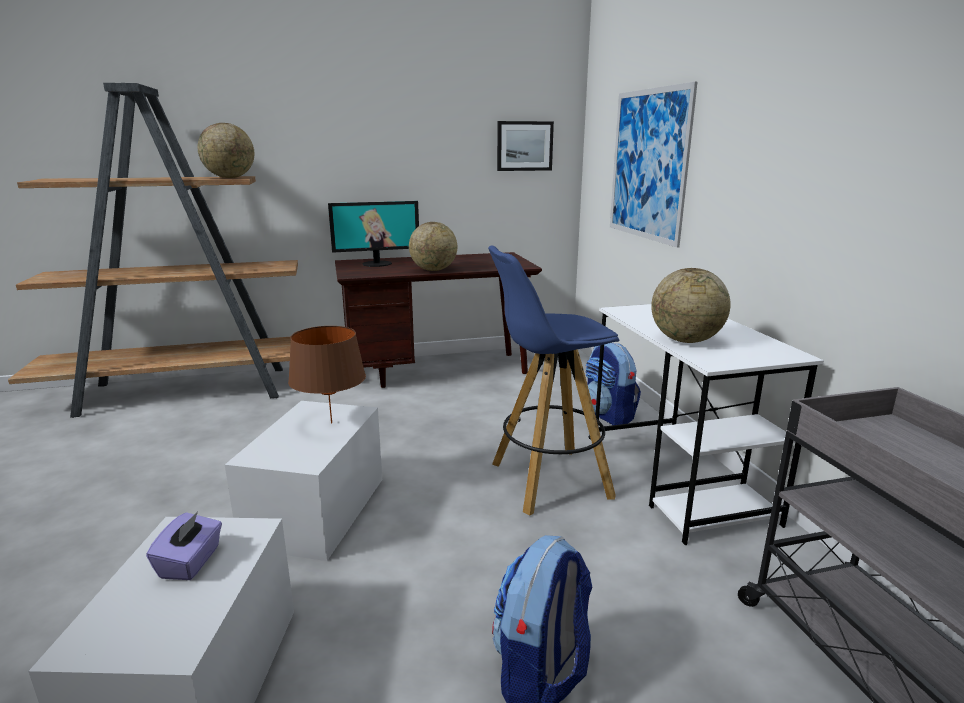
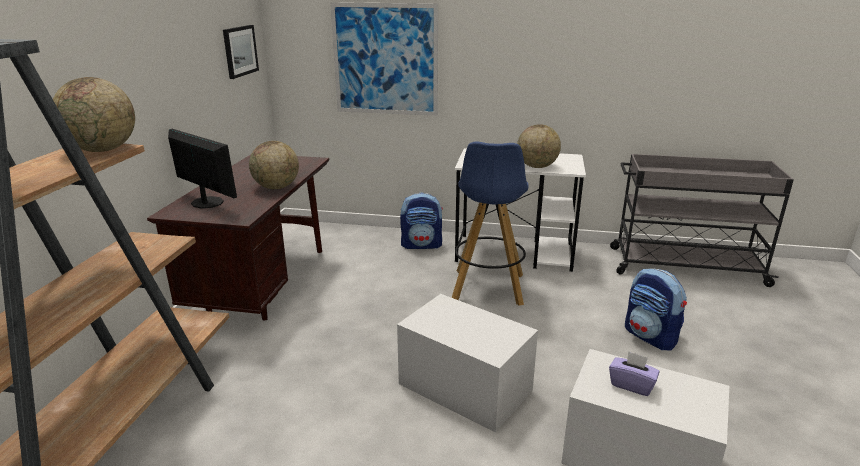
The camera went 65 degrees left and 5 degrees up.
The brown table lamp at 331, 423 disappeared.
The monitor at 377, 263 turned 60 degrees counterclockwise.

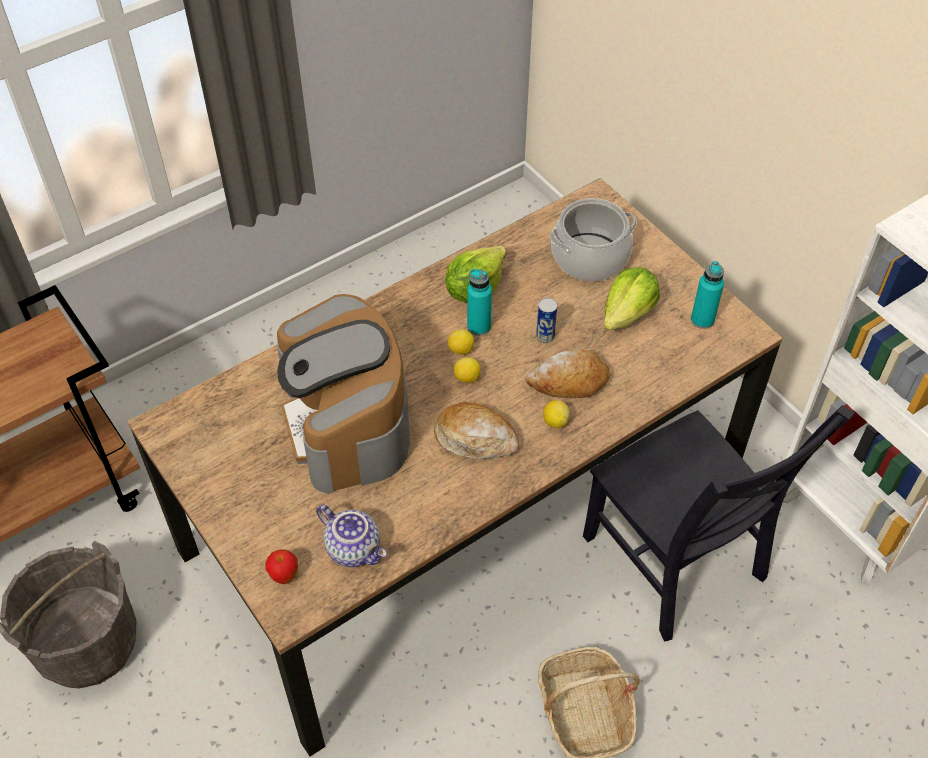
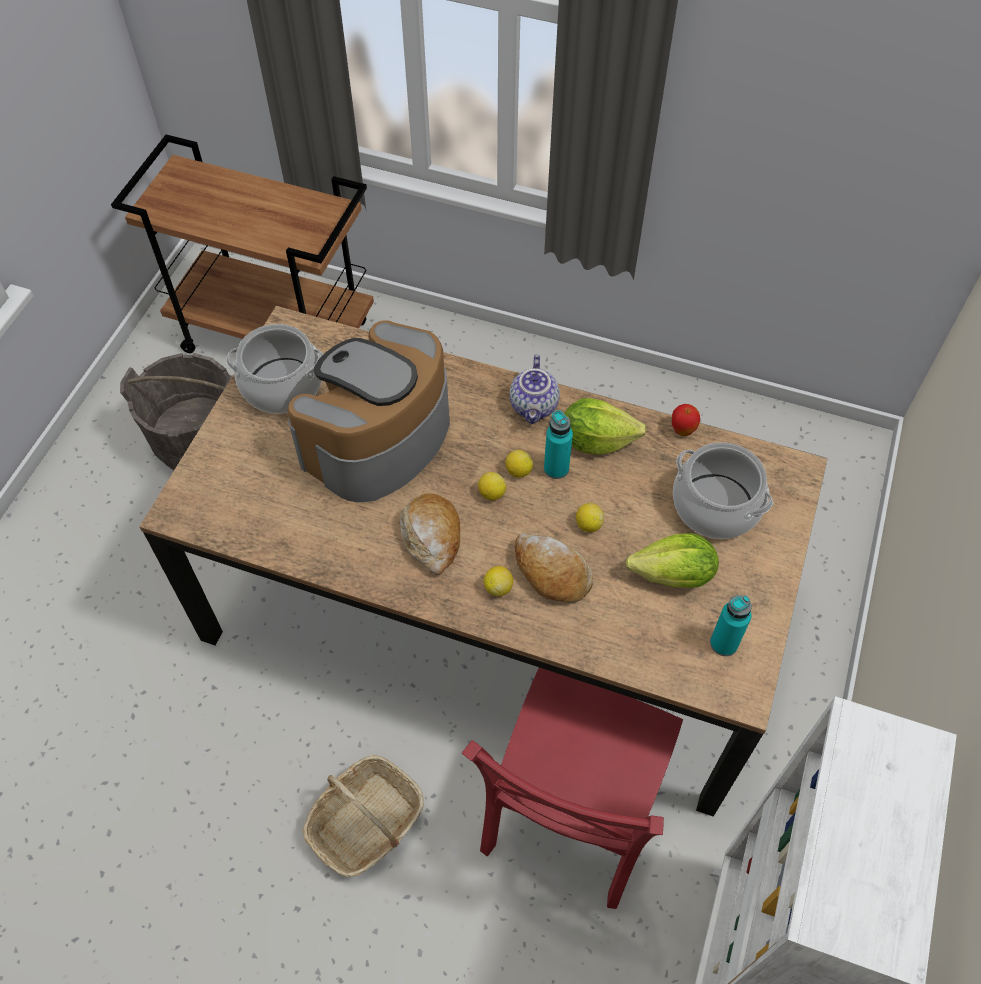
The camera went 55 degrees right and 5 degrees up.
The cooking pot at 282, 386 appeared.
The apple moved from 284, 576 to 682, 430.
The teapot moved from 355, 548 to 535, 406.
The can at 545, 336 was replaced by the lemon at 588, 524.
The black chair at 677, 564 became the red chair at 569, 817.

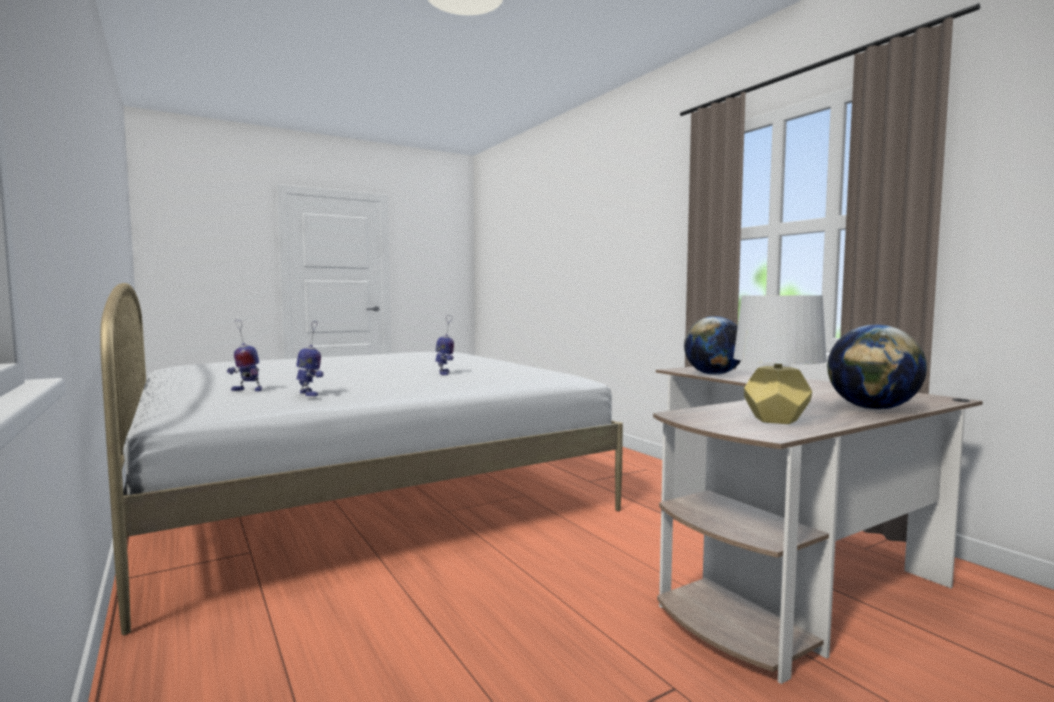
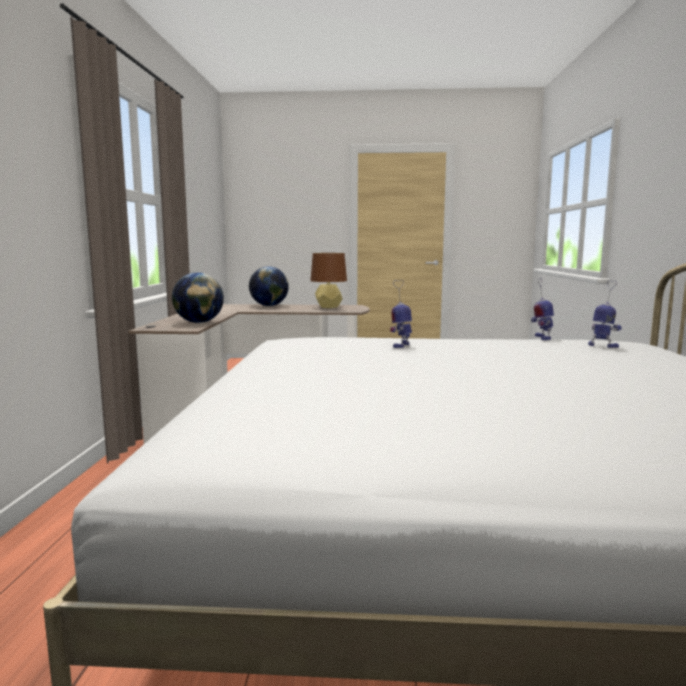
The camera went 145 degrees left and 5 degrees up.
The grey table lamp at 775, 420 became the brown table lamp at 328, 307.

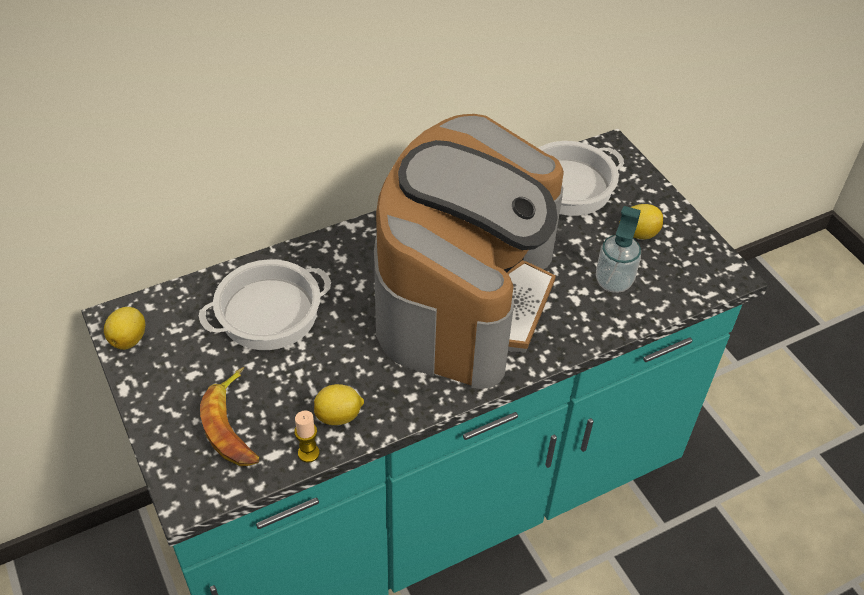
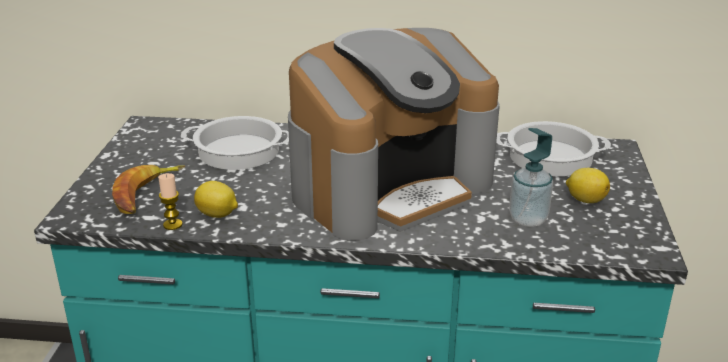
The camera went 35 degrees right and 20 degrees down.
The lemon at 129, 339 disappeared.

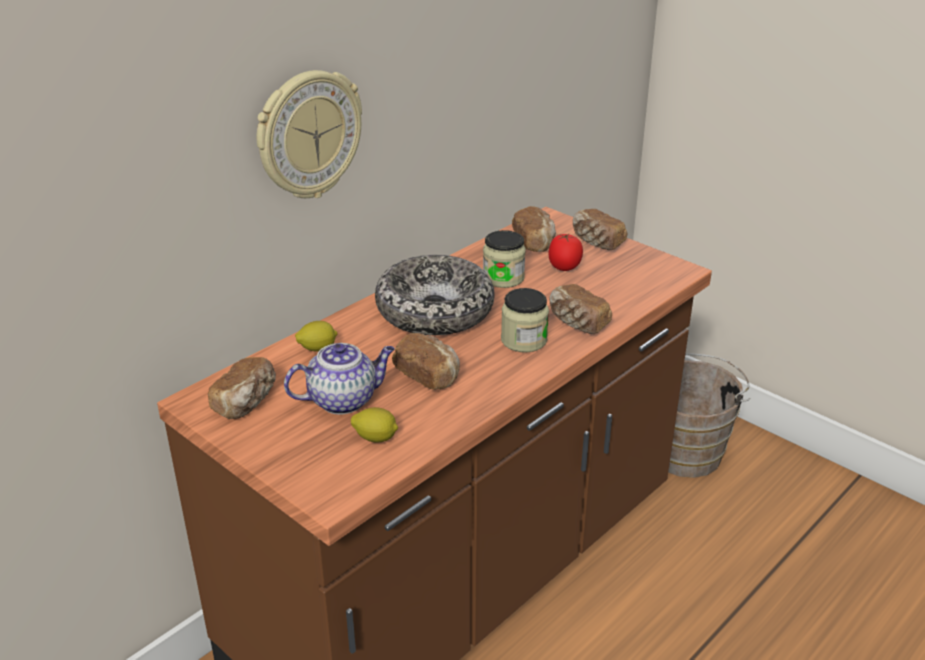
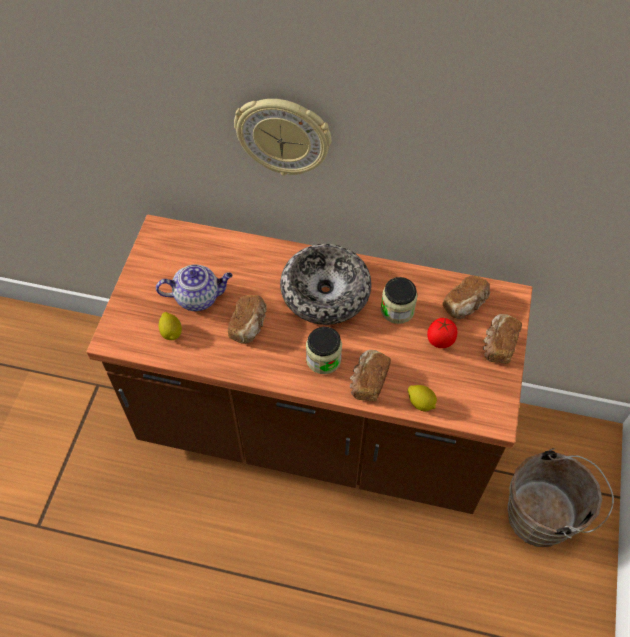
The camera went 60 degrees right and 25 degrees up.
The bread at 247, 402 disappeared.
The lemon moved from 317, 349 to 421, 403.
The teapot at 344, 400 turned 45 degrees counterclockwise.

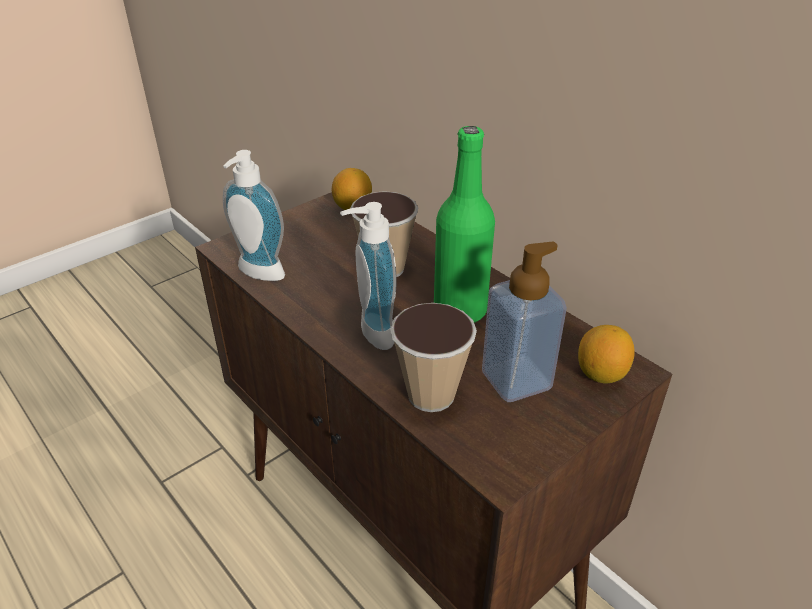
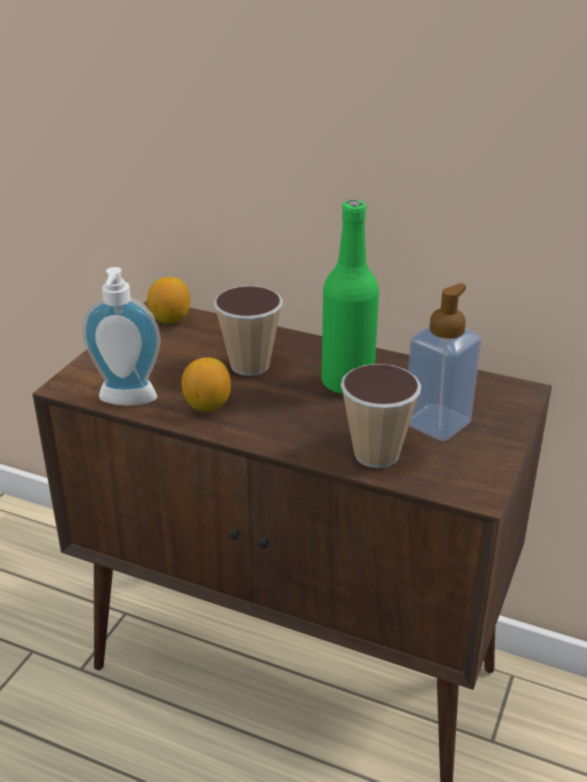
The camera went 25 degrees left and 5 degrees down.
The soap dispenser at 370, 333 disappeared.
The lemon moved from 601, 374 to 207, 405.

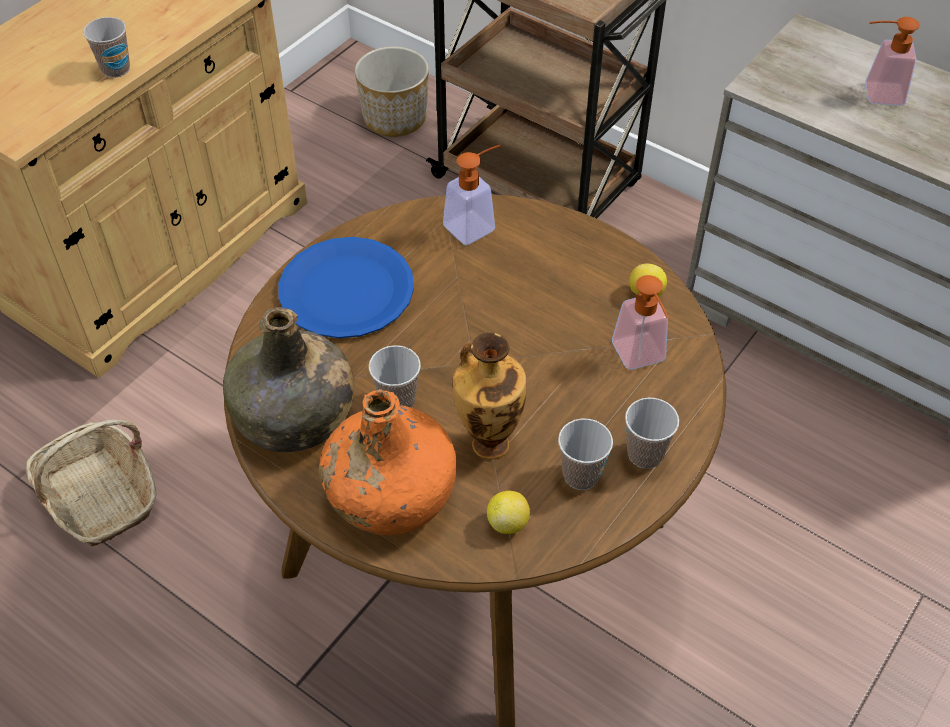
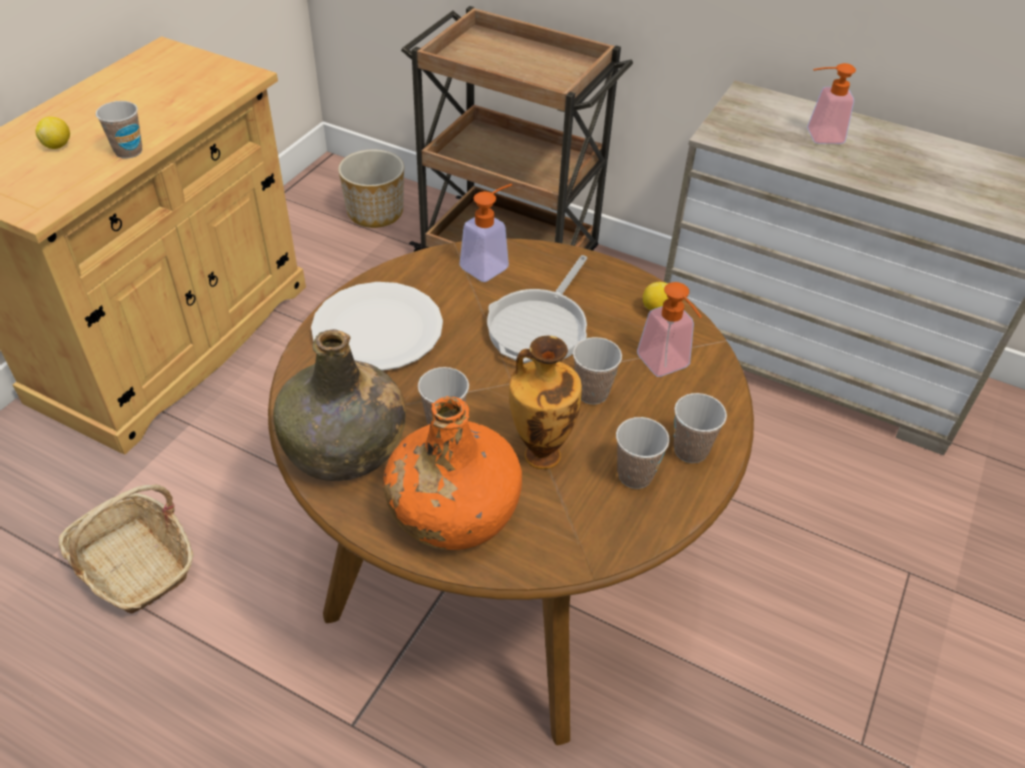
The camera went 10 degrees left and 5 degrees down.
The frying pan at 540, 327 appeared.
The cup at 592, 393 appeared.
The lemon moved from 508, 523 to 58, 145.
The blue plate at 346, 290 became the white plate at 377, 329.

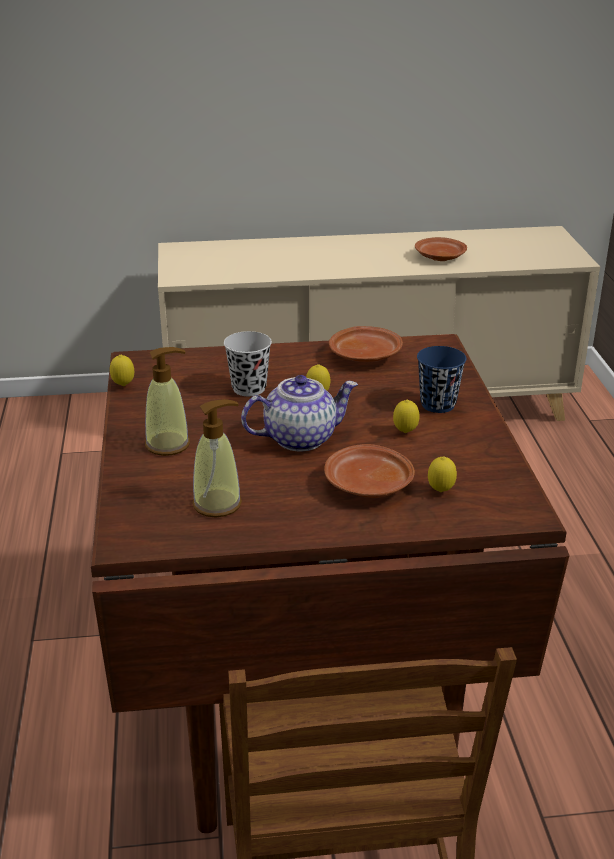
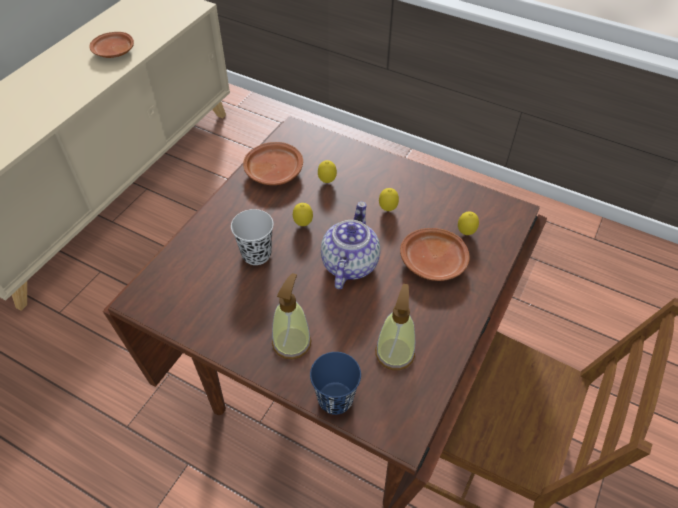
The camera went 55 degrees left and 20 degrees up.
The lemon moved from 123, 386 to 327, 181.
The blue cup moved from 438, 404 to 335, 399.

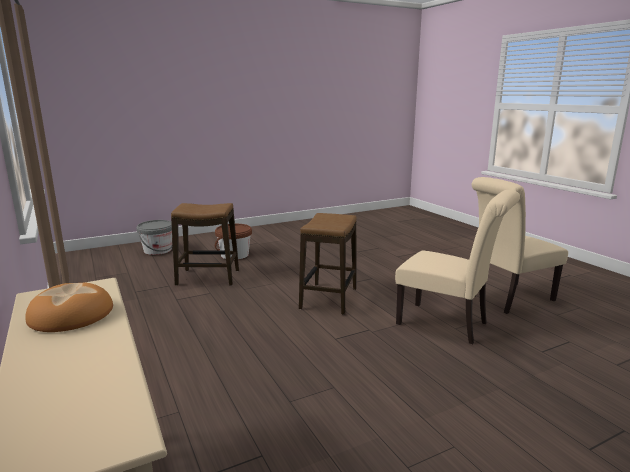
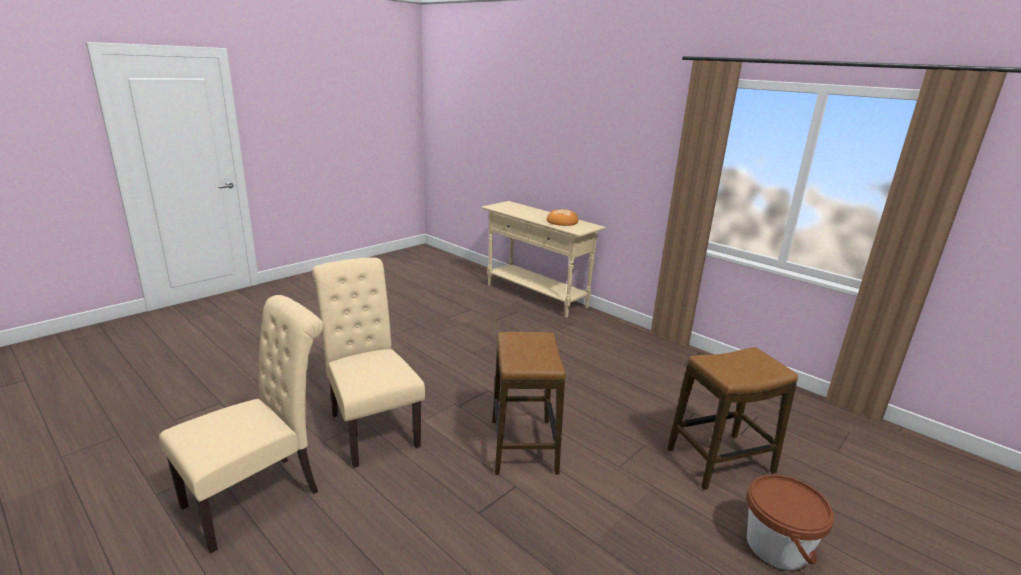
The camera went 160 degrees right and 5 degrees up.
The grey bucket at 158, 250 disappeared.
The beige chair at 447, 324 turned 45 degrees clockwise.

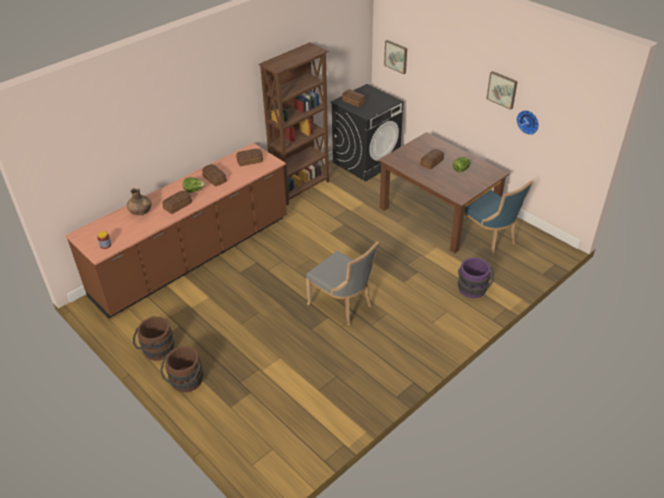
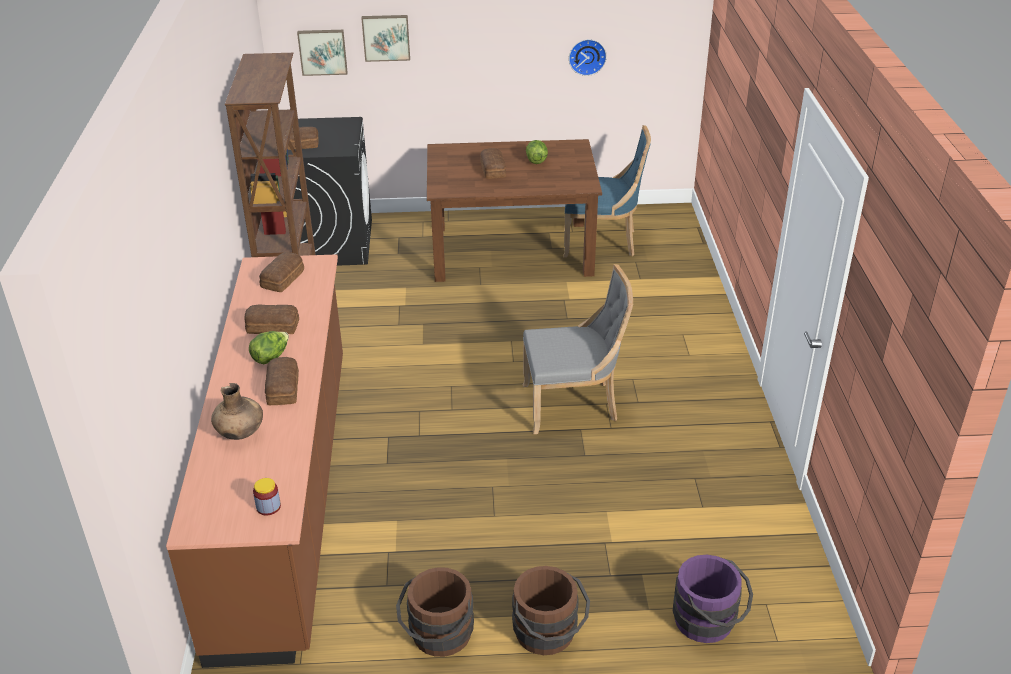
The camera went 50 degrees left and 5 degrees down.
The purple bucket moved from 472, 290 to 709, 622.
The picture moved from 502, 89 to 386, 37.

